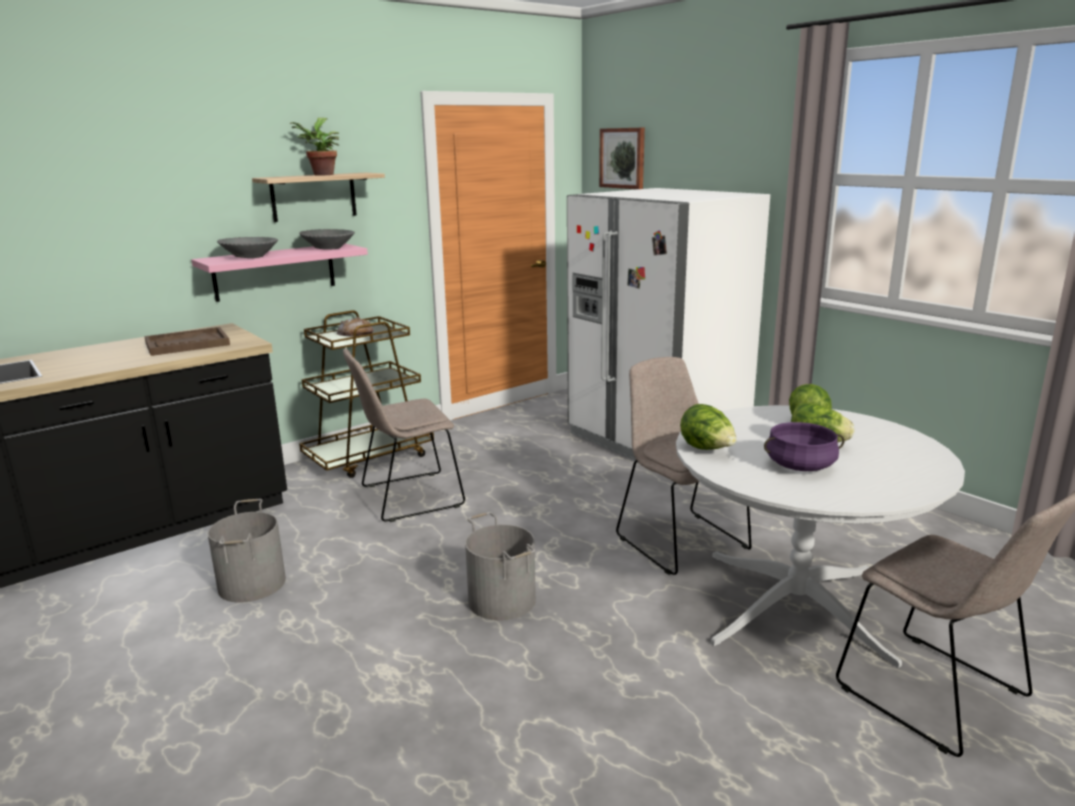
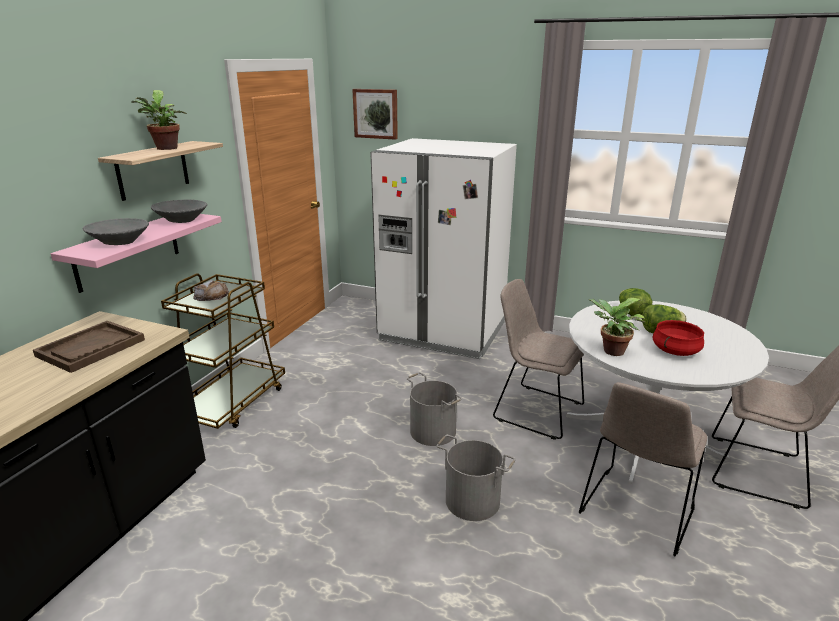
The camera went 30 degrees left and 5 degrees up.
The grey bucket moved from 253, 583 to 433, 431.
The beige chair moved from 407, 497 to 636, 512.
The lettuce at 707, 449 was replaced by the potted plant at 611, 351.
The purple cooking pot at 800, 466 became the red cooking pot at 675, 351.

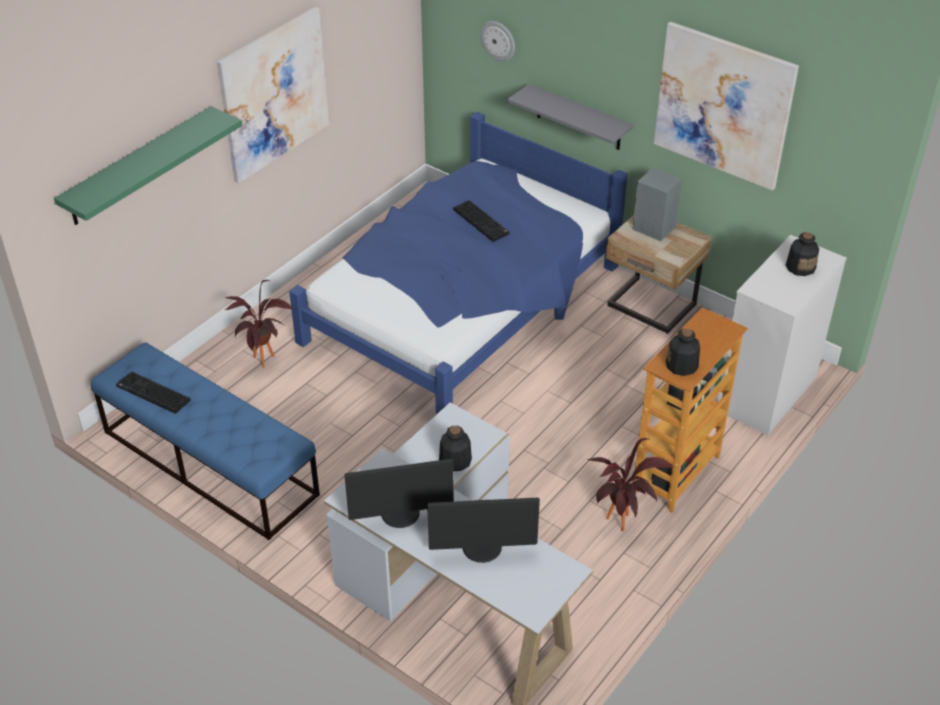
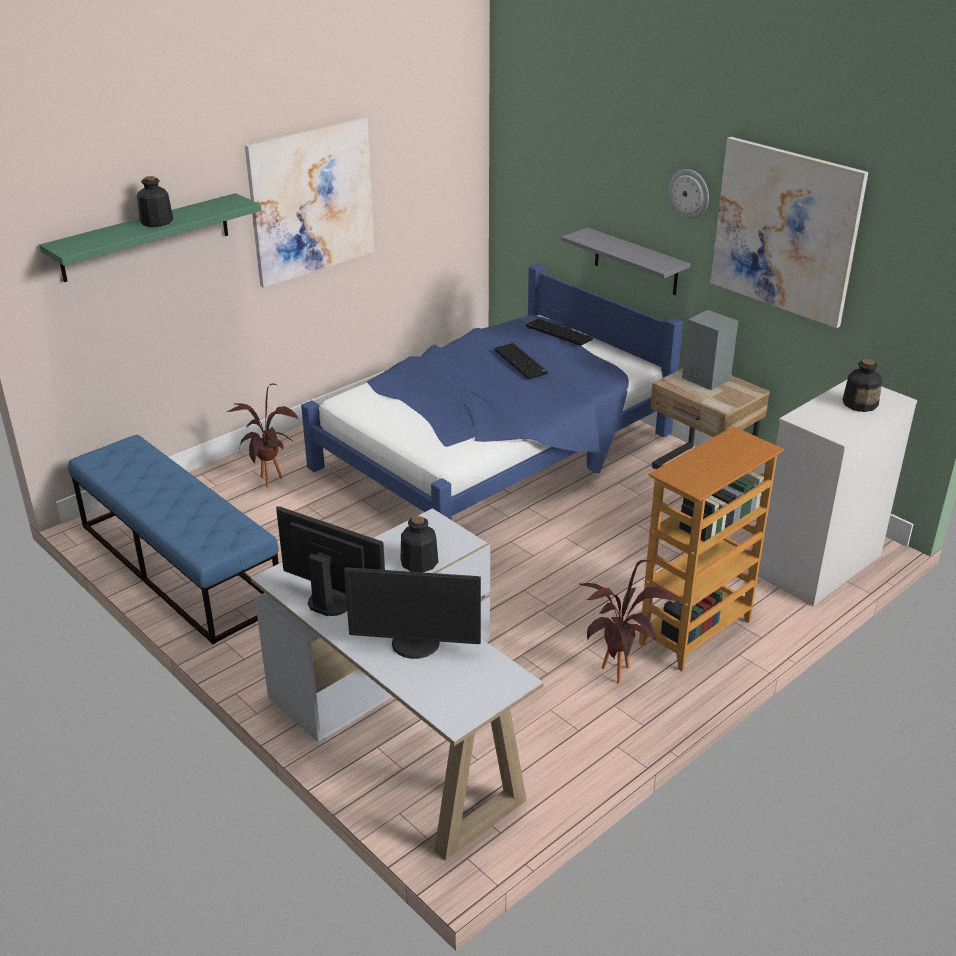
The camera went 10 degrees right and 10 degrees down.
The keyboard moved from 151, 394 to 557, 333.
The wall clock moved from 498, 40 to 689, 193.
The bottle moved from 682, 365 to 156, 221.
The monitor at 400, 515 turned 150 degrees counterclockwise.

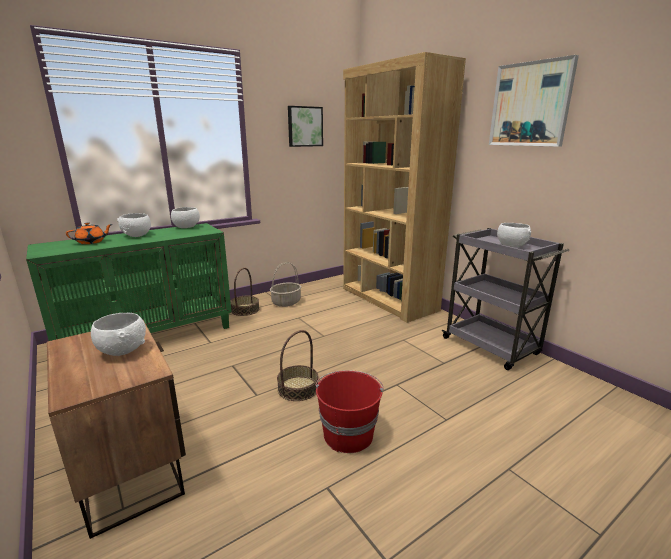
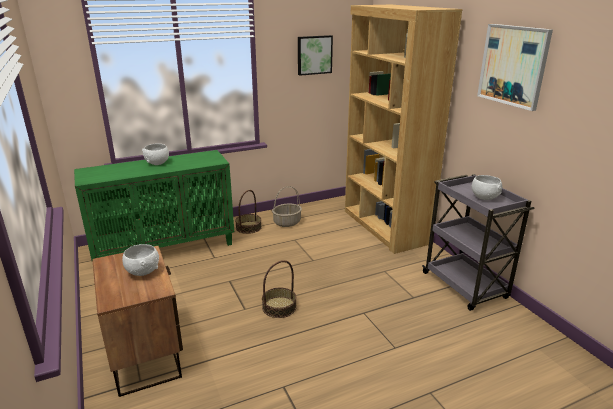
The camera went 10 degrees right and 5 degrees up.
The orange teapot at 92, 242 disappeared.
The white bowl at 186, 227 disappeared.
The red bucket at 348, 433 disappeared.

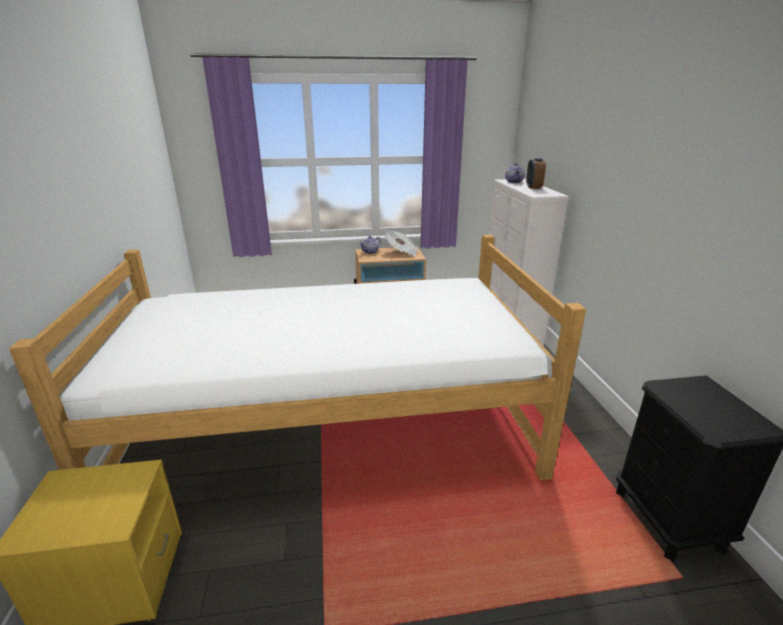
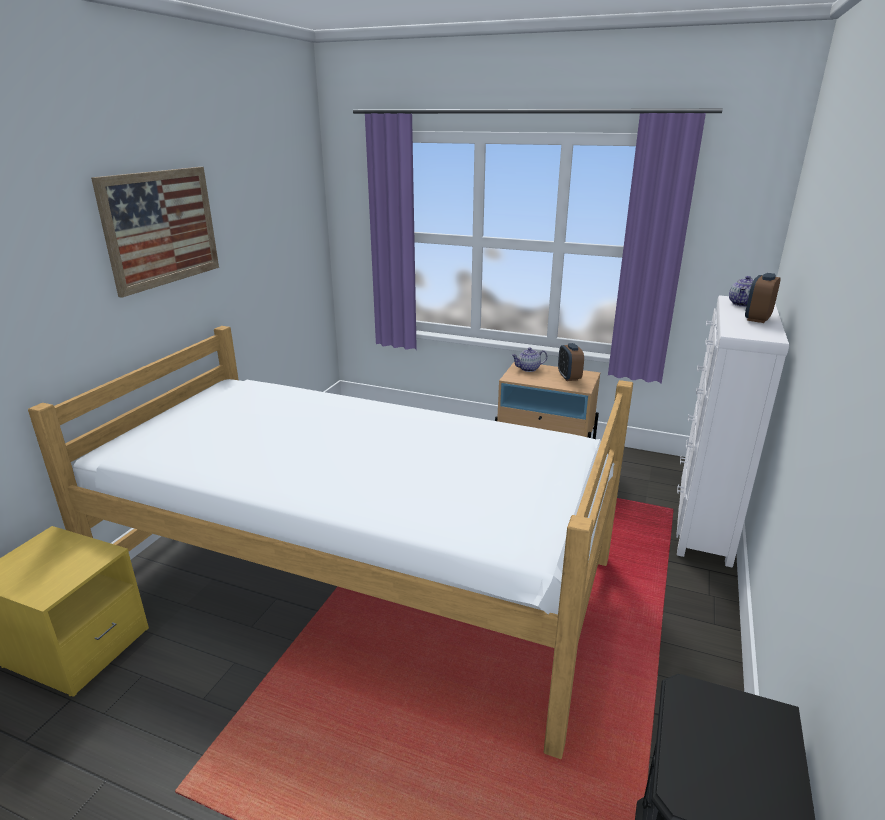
The camera went 30 degrees right and 0 degrees up.
The picture at 161, 228 appeared.
The newspaper at 402, 252 was replaced by the alarm clock at 569, 377.

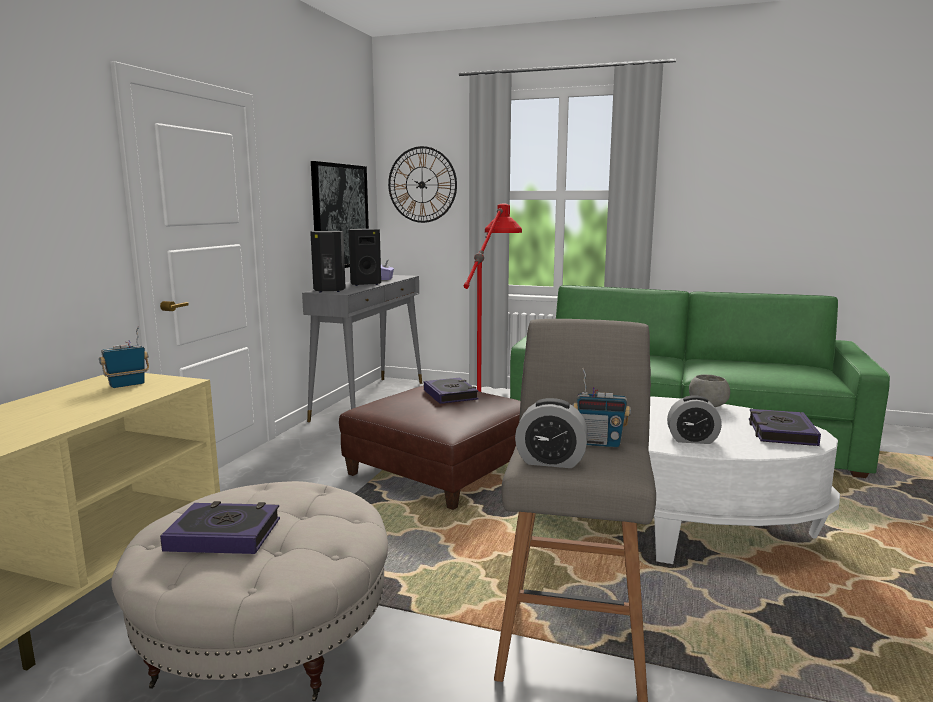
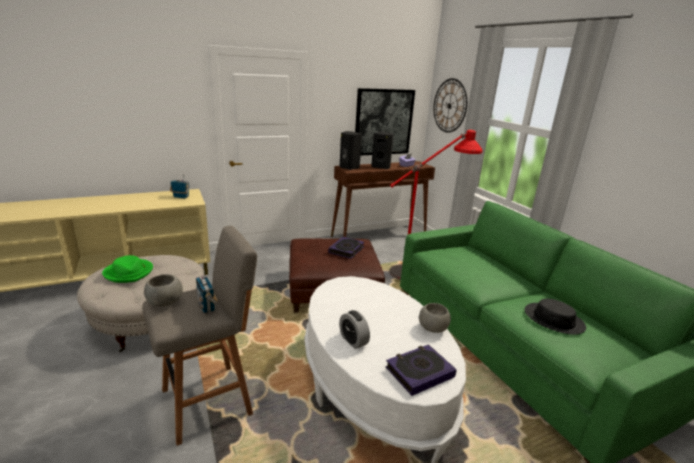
The camera went 45 degrees right and 10 degrees up.
The black hat at 553, 319 appeared.
The book at 224, 535 was replaced by the green hat at 129, 272.
The alarm clock at 550, 461 was replaced by the grey bowl at 165, 303.
The grey console table at 370, 400 became the brown console table at 379, 236.

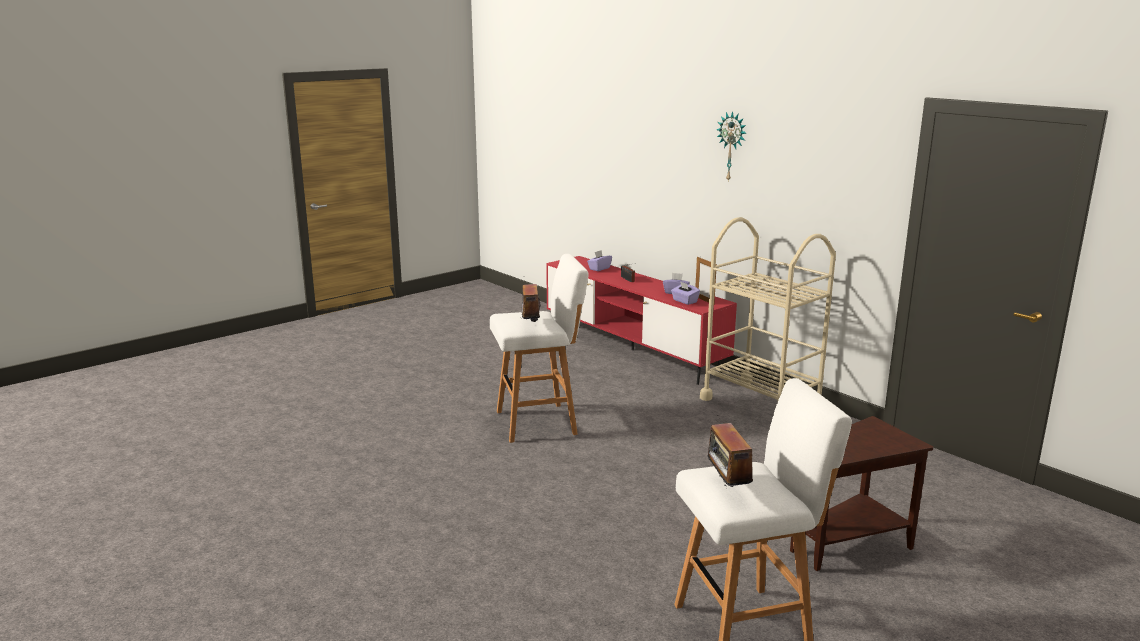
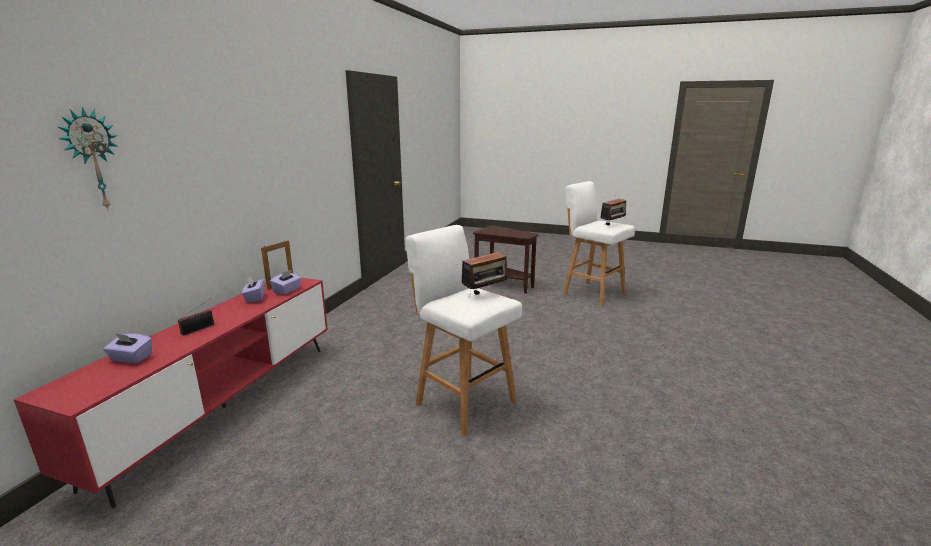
The camera went 120 degrees left and 0 degrees up.
The beige cart at 761, 404 disappeared.
The wall clock moved from 732, 146 to 92, 160.

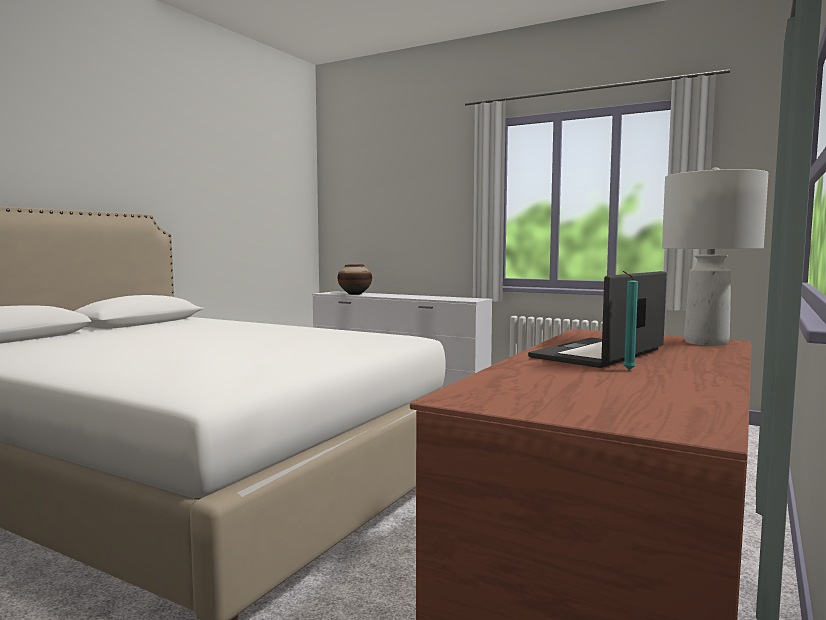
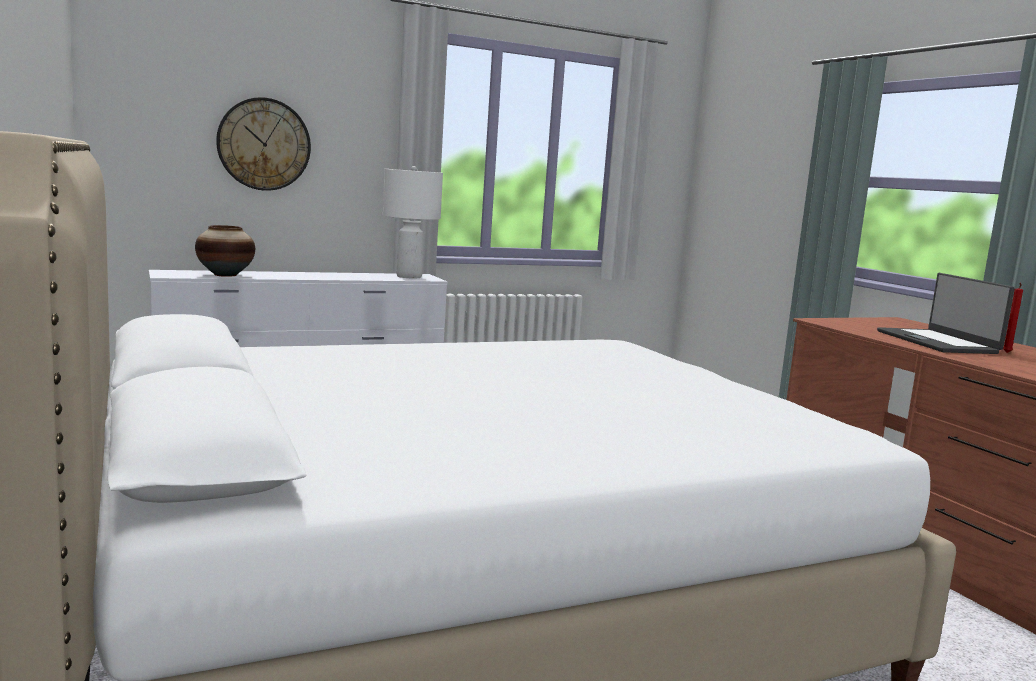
The camera went 55 degrees left and 5 degrees up.
The wall clock at 264, 144 appeared.
The white table lamp moved from 706, 342 to 409, 276.
The turquoise candle at 627, 370 became the red candle at 1006, 353.

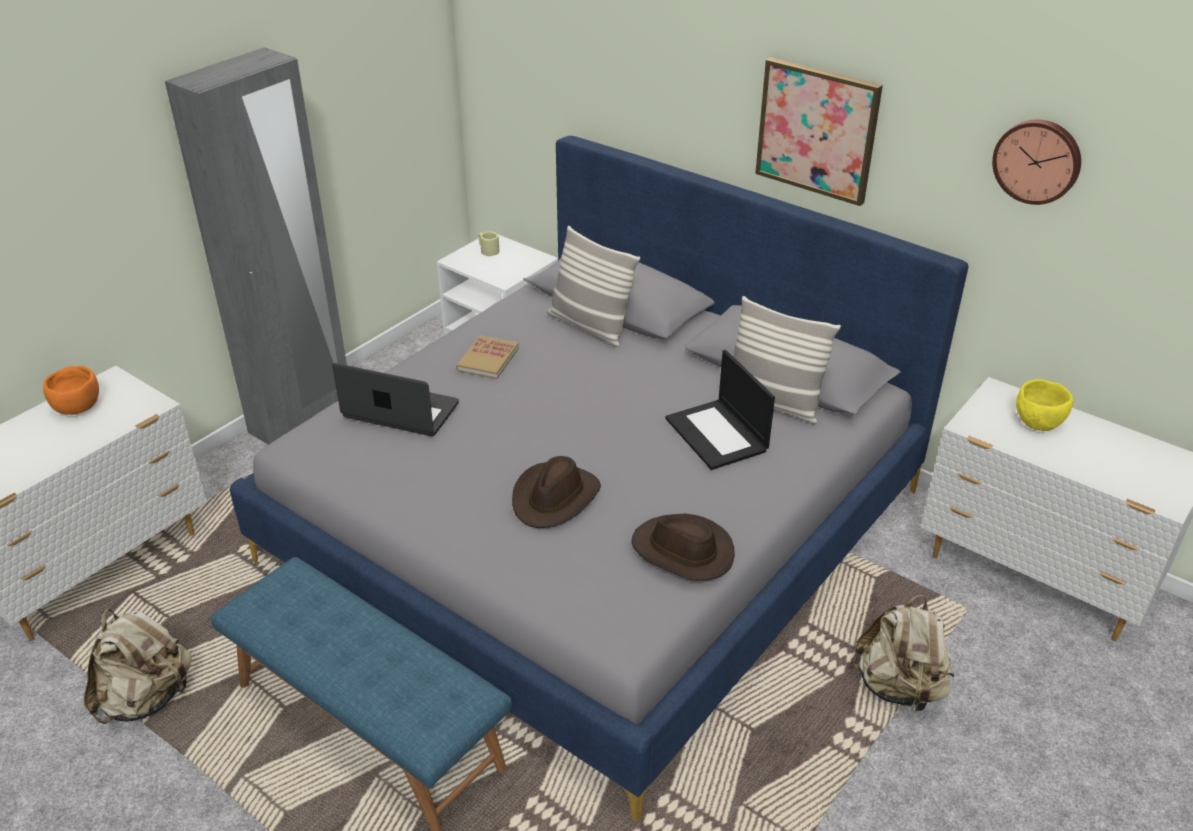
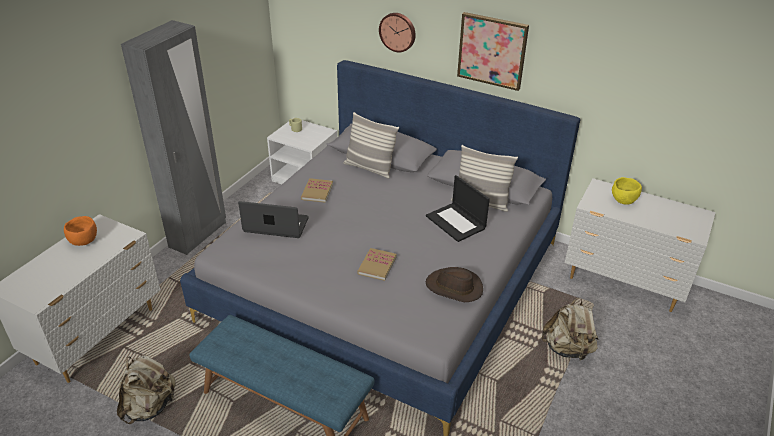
The camera went 10 degrees left and 0 degrees up.
The wall clock moved from 1037, 160 to 398, 31.
The brown hat at 555, 498 was replaced by the book at 377, 265.

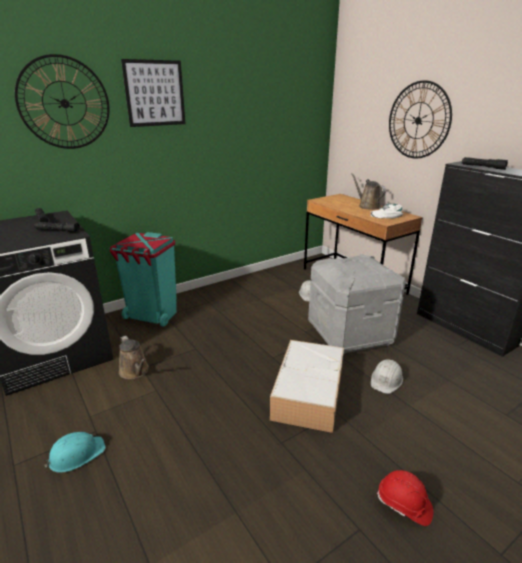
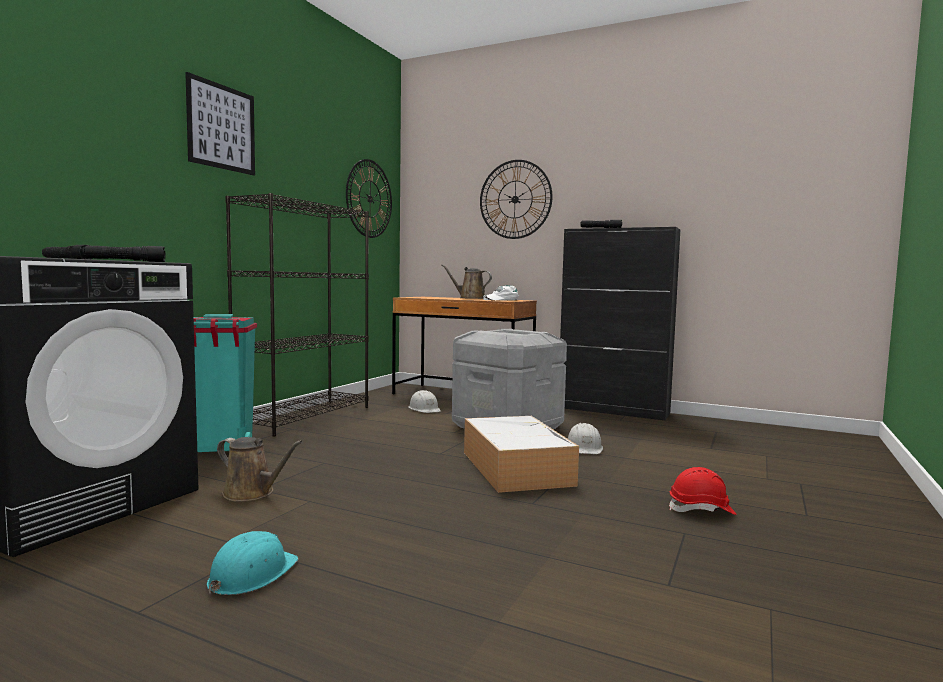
The camera went 30 degrees left and 20 degrees down.
The black bookcase at 305, 417 appeared.
The wall clock moved from 64, 103 to 369, 199.

